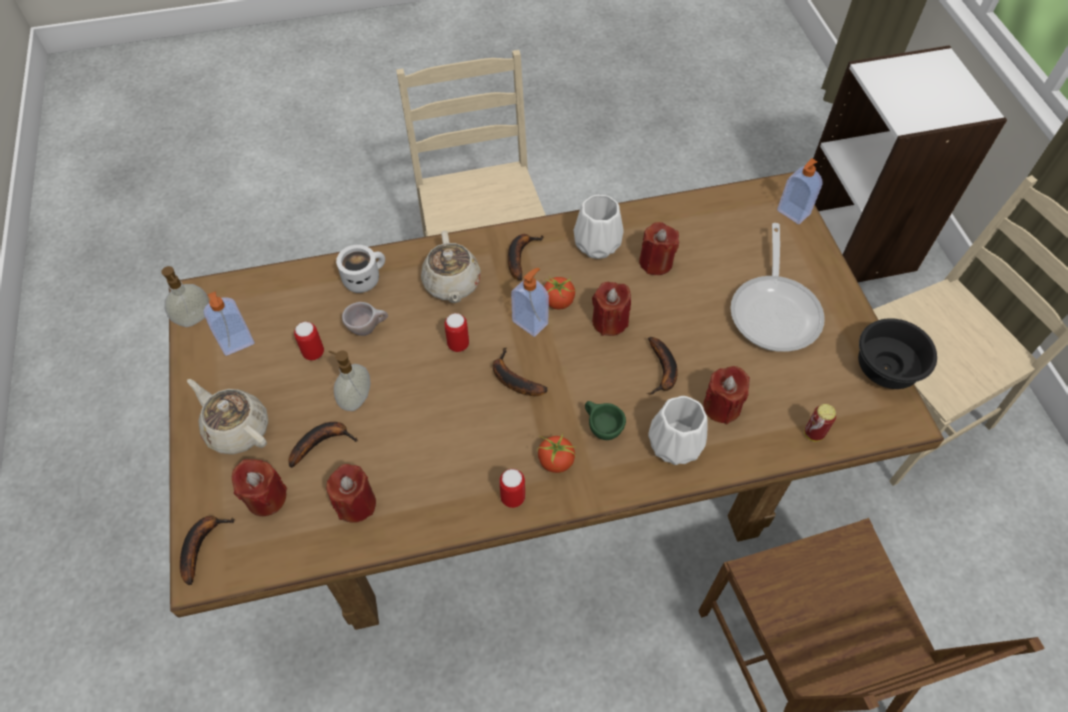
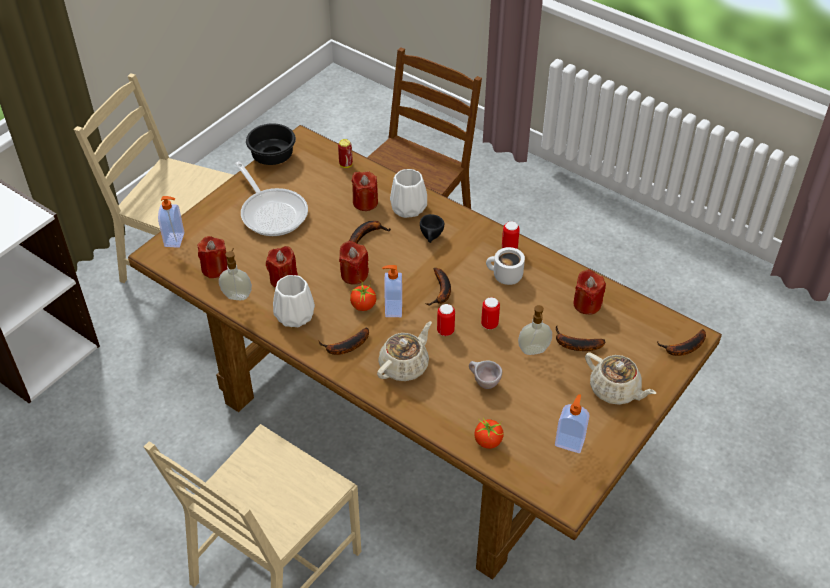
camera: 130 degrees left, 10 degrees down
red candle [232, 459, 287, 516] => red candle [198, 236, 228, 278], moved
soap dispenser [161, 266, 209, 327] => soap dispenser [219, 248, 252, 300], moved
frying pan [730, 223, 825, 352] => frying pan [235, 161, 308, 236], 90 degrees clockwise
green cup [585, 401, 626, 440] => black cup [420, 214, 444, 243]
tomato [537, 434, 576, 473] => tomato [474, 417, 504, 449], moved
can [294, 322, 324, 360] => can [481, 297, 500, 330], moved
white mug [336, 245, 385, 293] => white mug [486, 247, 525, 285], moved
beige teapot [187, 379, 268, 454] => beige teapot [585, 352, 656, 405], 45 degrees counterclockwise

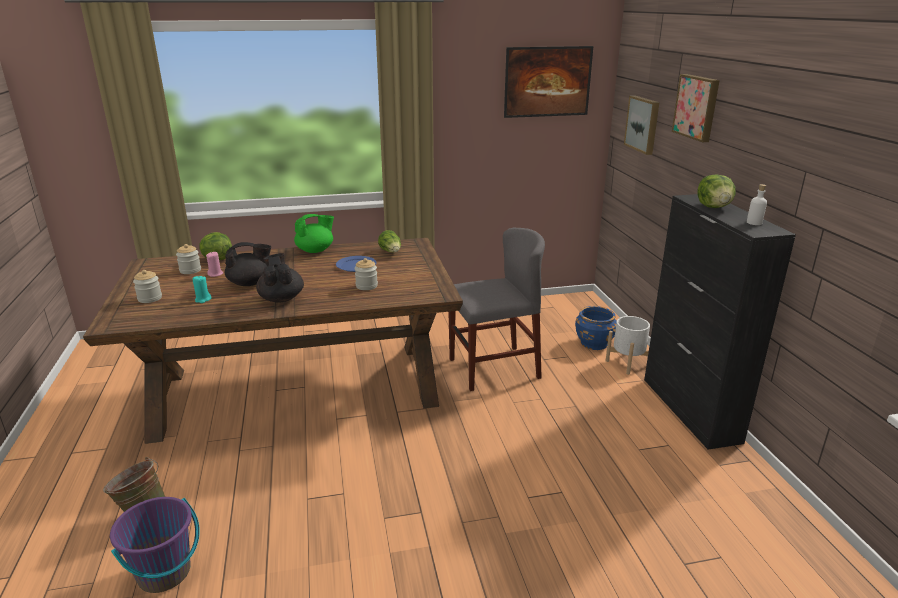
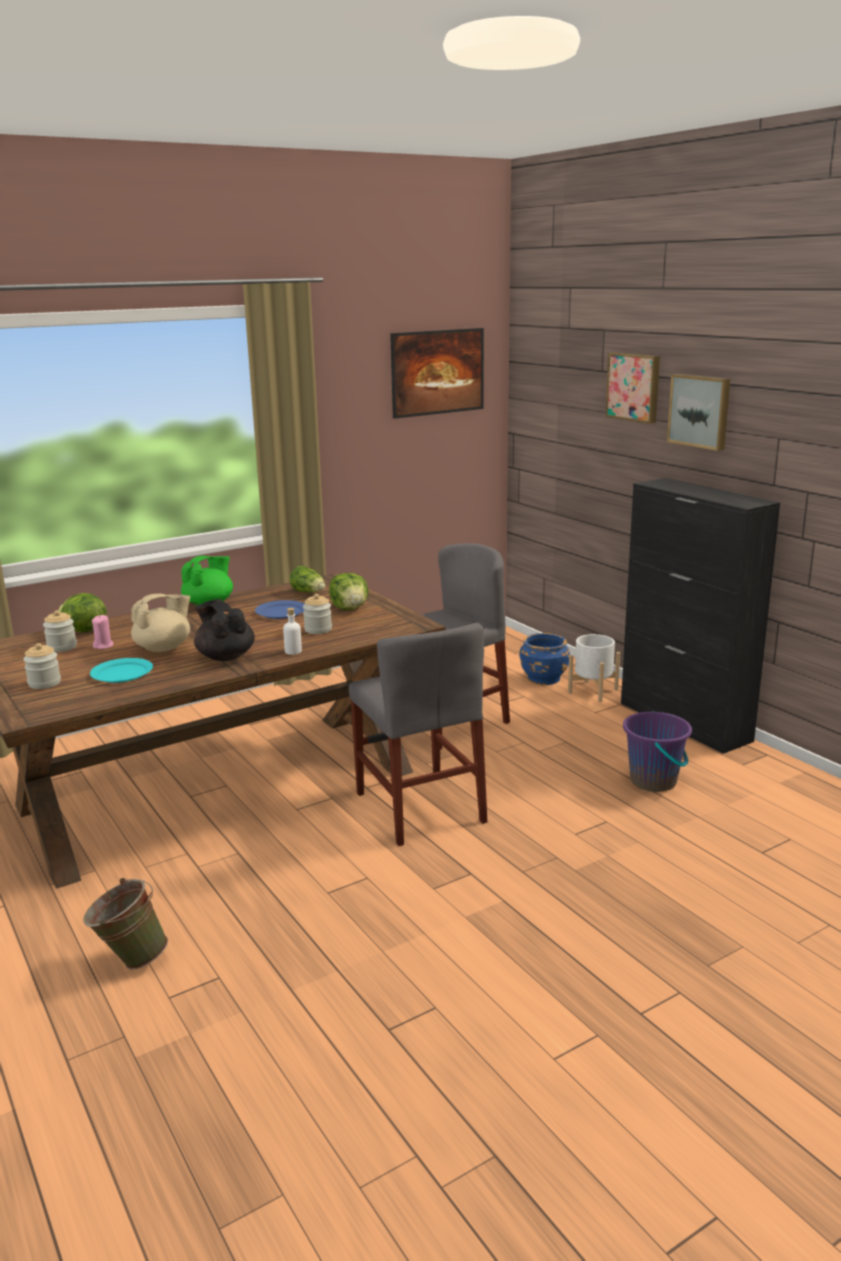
camera: 20 degrees left, 5 degrees down
turquoise candle [192, 275, 211, 303] => turquoise plate [90, 658, 153, 683]
black teapot [225, 242, 271, 286] => beige teapot [131, 594, 190, 652]
white bottle [747, 184, 767, 225] => white bottle [283, 608, 302, 655], moved
lettuce [697, 174, 736, 208] => lettuce [329, 573, 369, 610], moved
nothing => grey chair [349, 623, 487, 846]
purple bucket [110, 497, 200, 593] => purple bucket [623, 711, 692, 792], moved
picture [624, 95, 659, 155] => picture [667, 374, 730, 451], moved

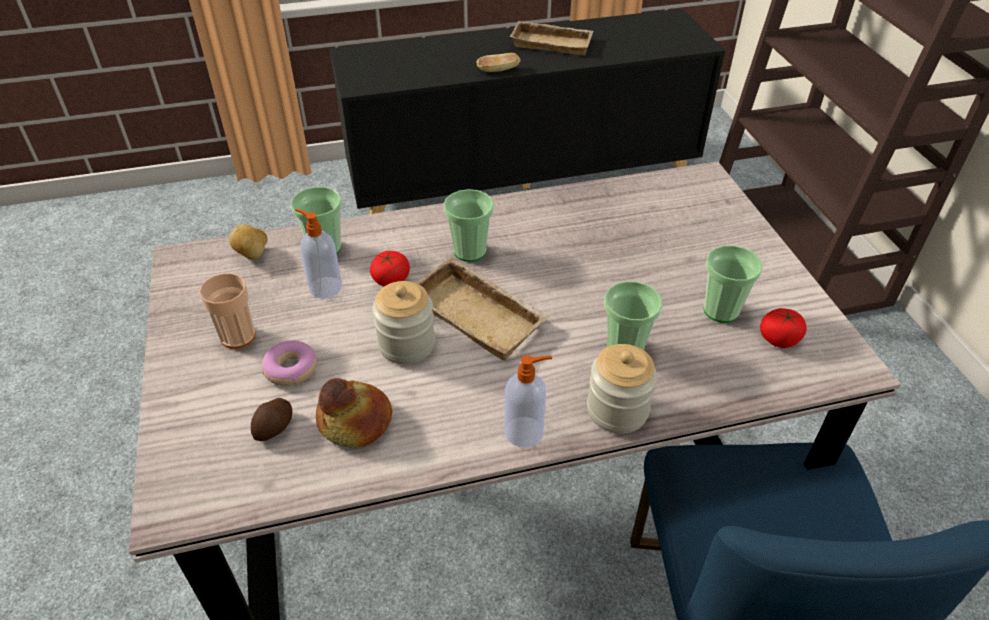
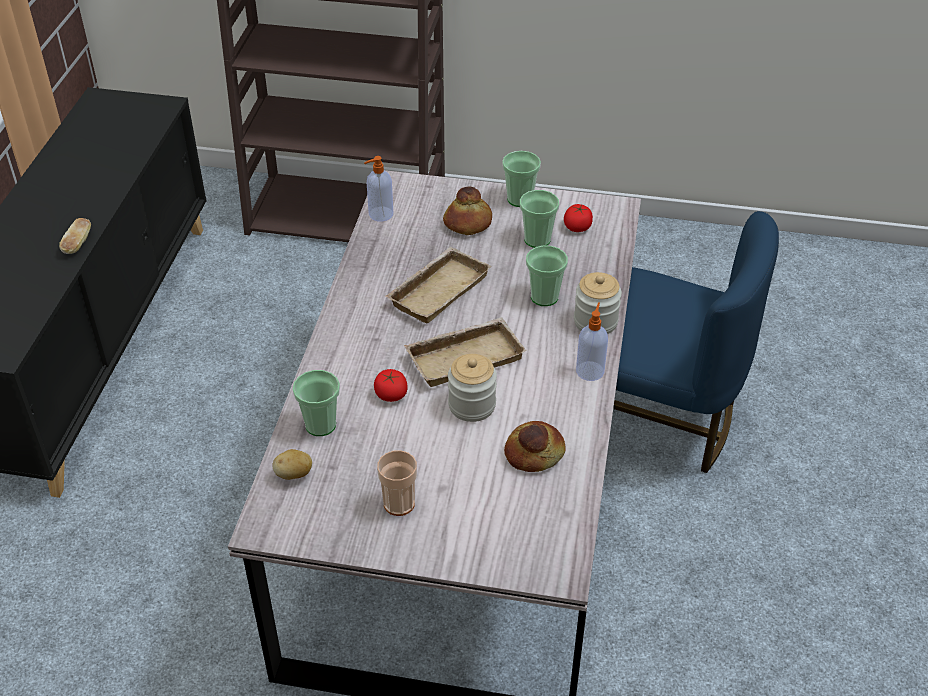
camera: 65 degrees left, 0 degrees up
soap dispenser [295, 209, 342, 298] => soap dispenser [364, 156, 393, 222], moved
beige tray [510, 21, 594, 55] => beige tray [385, 247, 491, 324], moved
nothing => bread [443, 187, 492, 235]
cup [443, 189, 494, 262] => cup [502, 151, 541, 207], moved
potato [251, 398, 292, 441] => nothing
donut [262, 341, 318, 386] => nothing

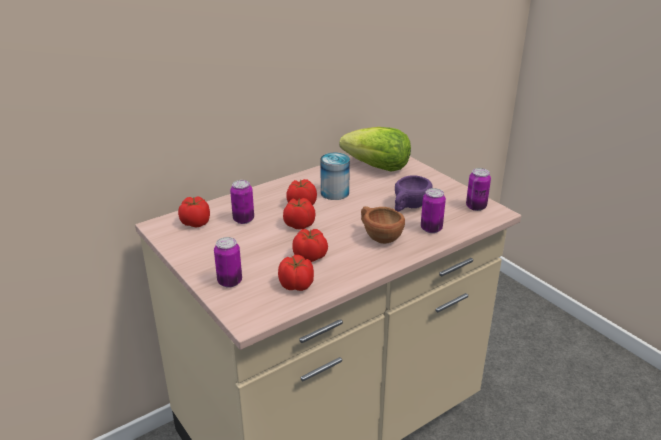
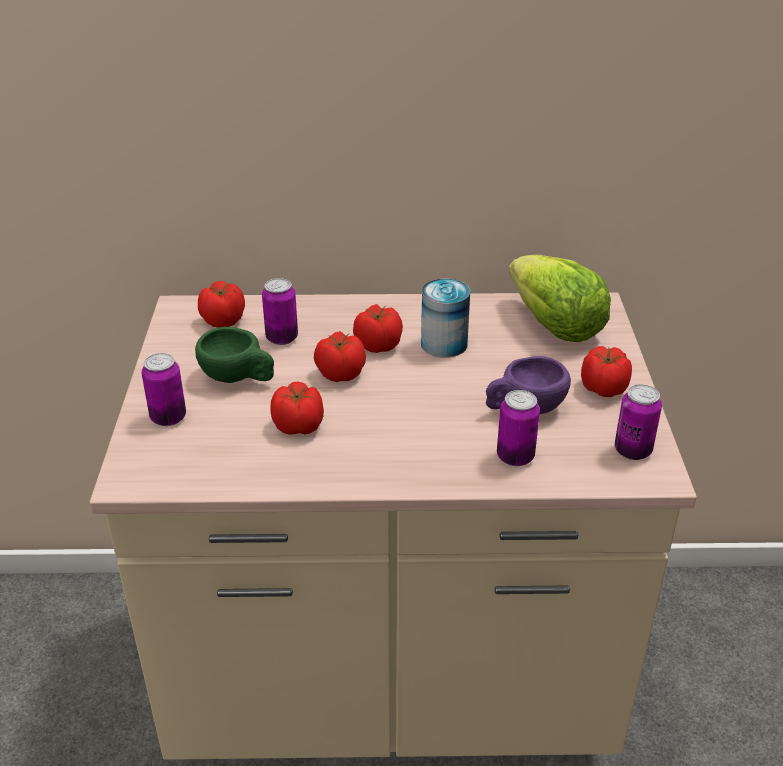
camera: 35 degrees right, 5 degrees up
nothing => green cup [195, 327, 274, 383]
tomato [278, 255, 314, 291] => tomato [581, 346, 632, 397], moved
brown cup [361, 206, 405, 244] => nothing

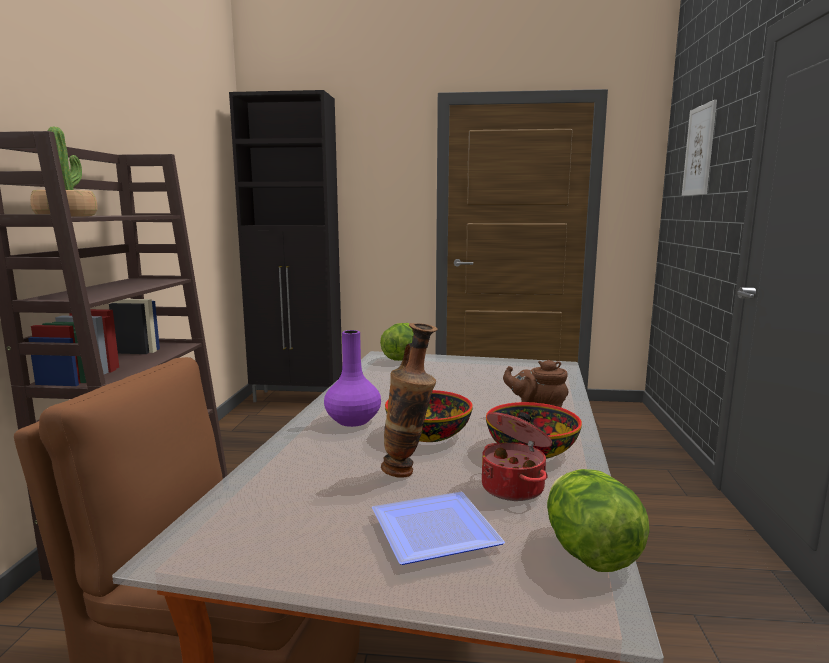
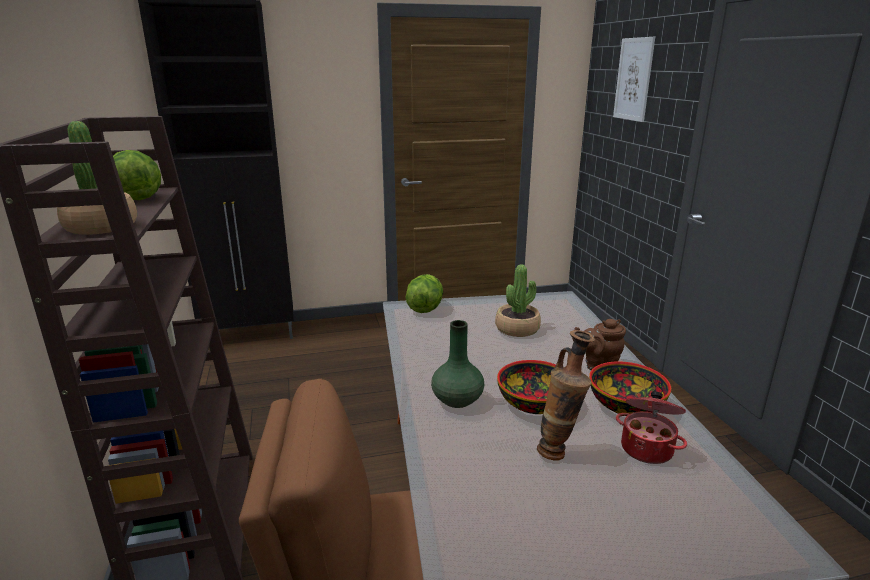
camera: 20 degrees left, 10 degrees up
lettuce [547, 469, 650, 572] => lettuce [113, 150, 161, 200], moved
purple vase [324, 330, 381, 427] => green vase [431, 320, 484, 408]
nothing => potted plant [495, 264, 541, 337]
plate [372, 492, 505, 565] => nothing

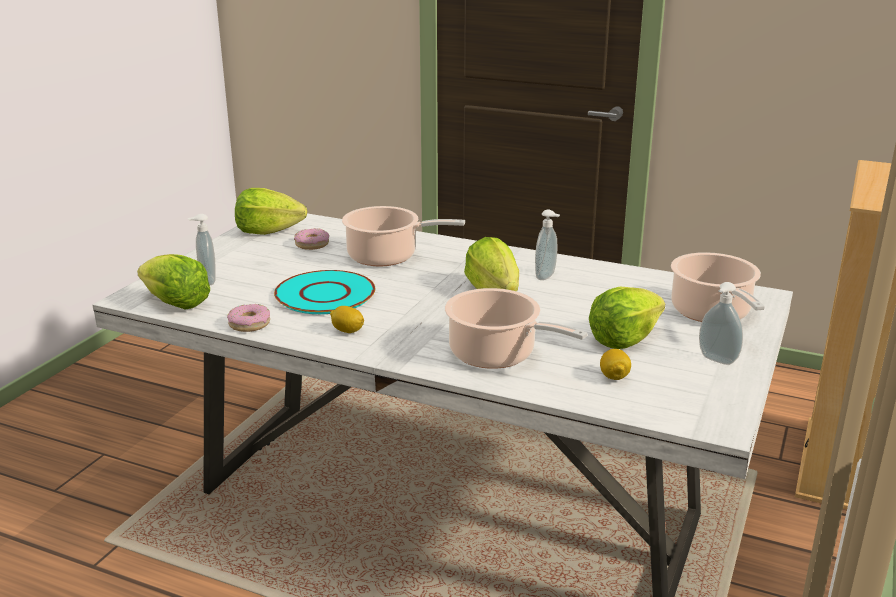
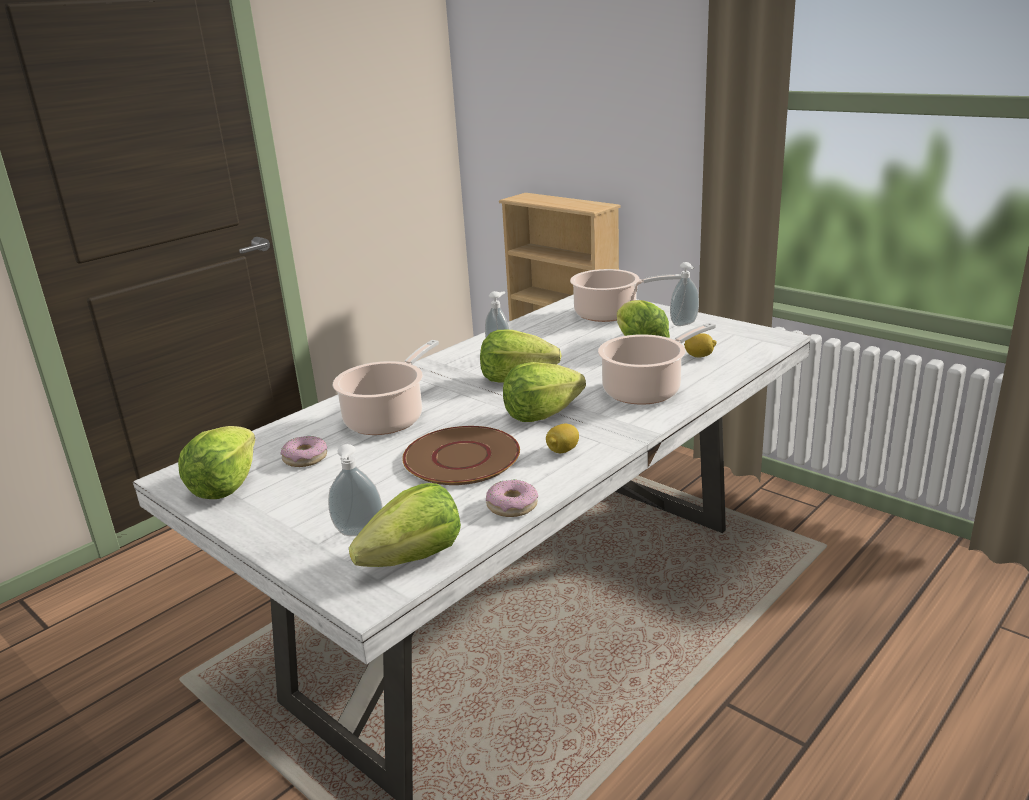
camera: 70 degrees left, 0 degrees up
turquoise plate [274, 270, 375, 314] => brown plate [402, 426, 520, 485]
nothing => lettuce [503, 362, 586, 422]

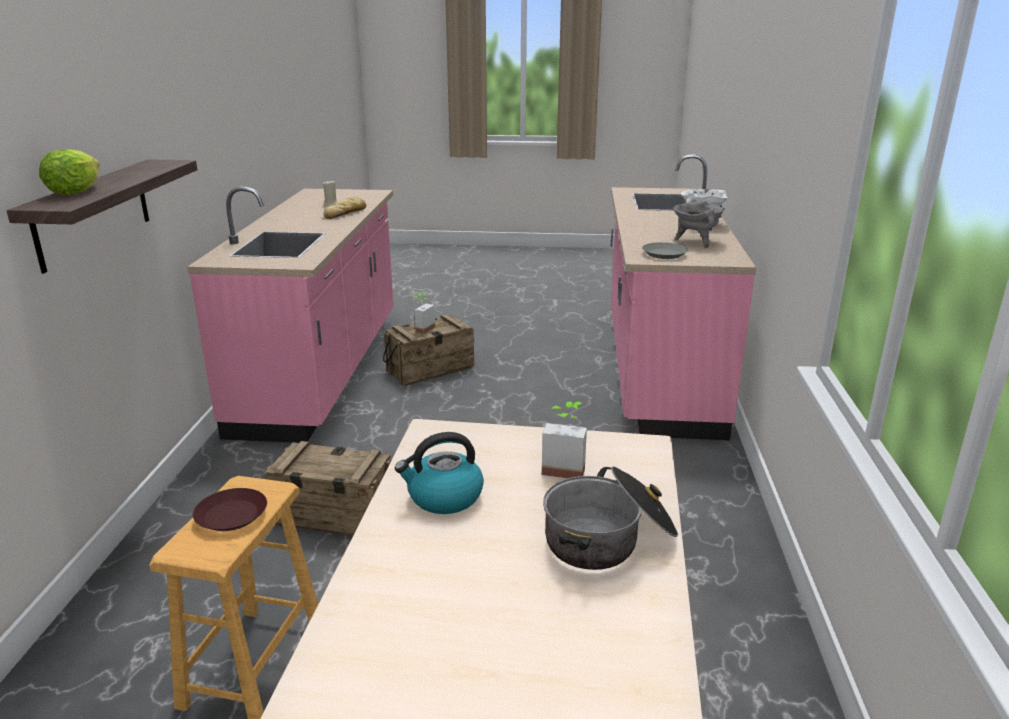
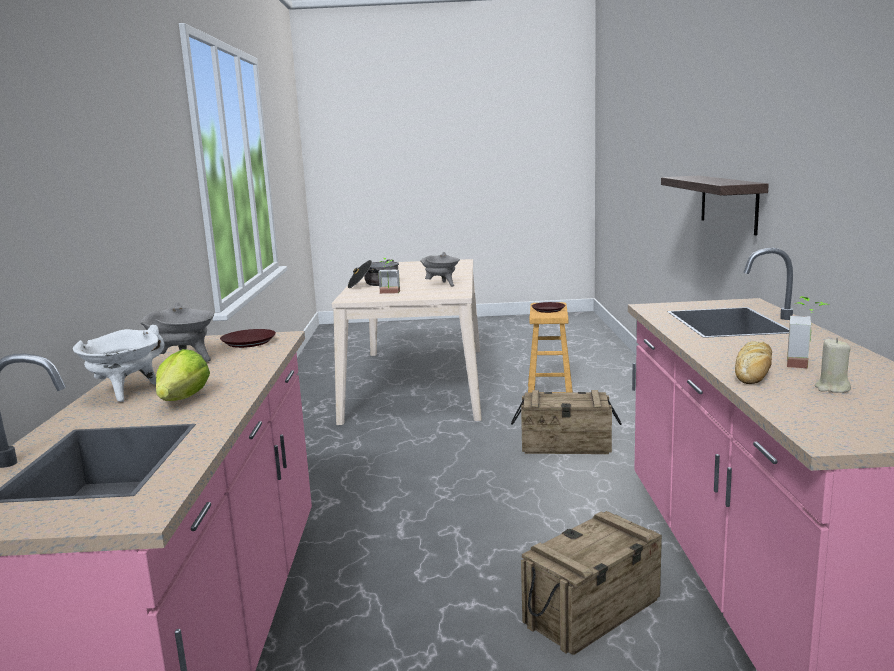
camera: 175 degrees right, 10 degrees down
lettuce [39, 149, 100, 196] => lettuce [156, 349, 210, 401], moved
grey plate [642, 242, 688, 259] => brown plate [220, 329, 276, 348]
kettle [395, 432, 484, 514] => grey cooking pot [421, 252, 460, 287]
potted plant [413, 293, 435, 334] => potted plant [787, 296, 829, 368], moved

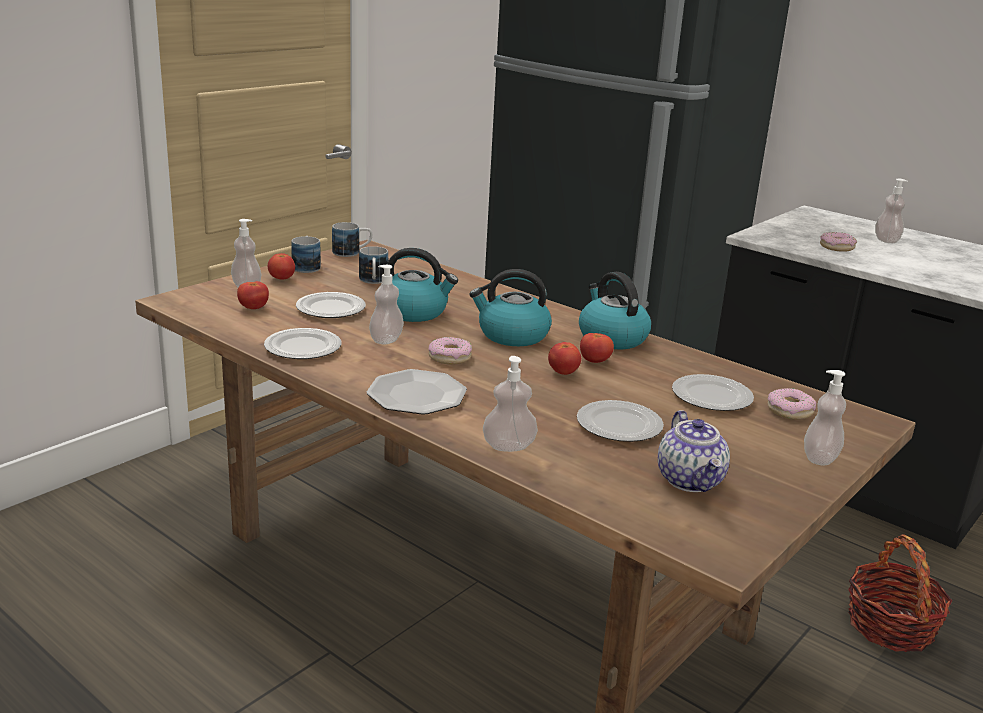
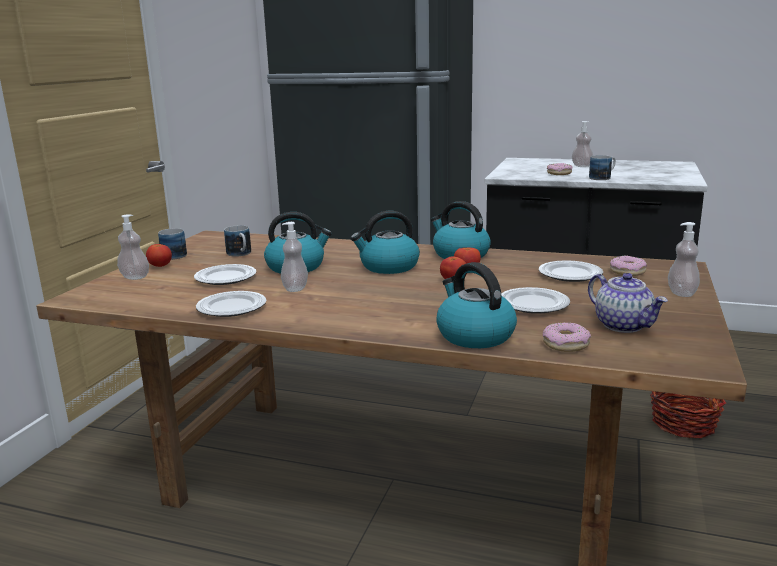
camera: 20 degrees left, 5 degrees down
soap dispenser [483, 356, 538, 452] => kettle [436, 262, 517, 348]
donut [428, 337, 472, 365] => donut [543, 323, 591, 352], moved
mug [332, 222, 372, 257] => mug [589, 155, 616, 180], moved
tomato [237, 281, 269, 309] => nothing
plate [367, 369, 467, 415] => nothing

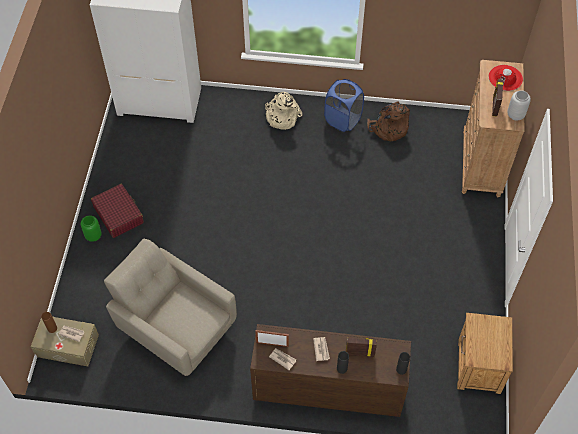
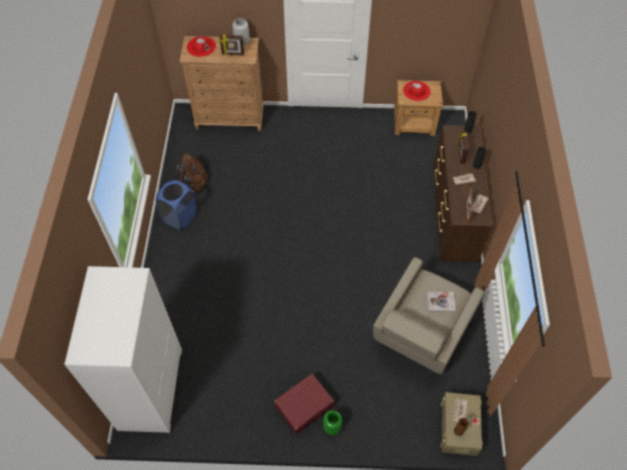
camera: 95 degrees left, 0 degrees up
nothing => red hat [403, 81, 431, 101]
nothing => book [427, 292, 455, 312]
beige backpack [265, 92, 303, 130] => nothing

